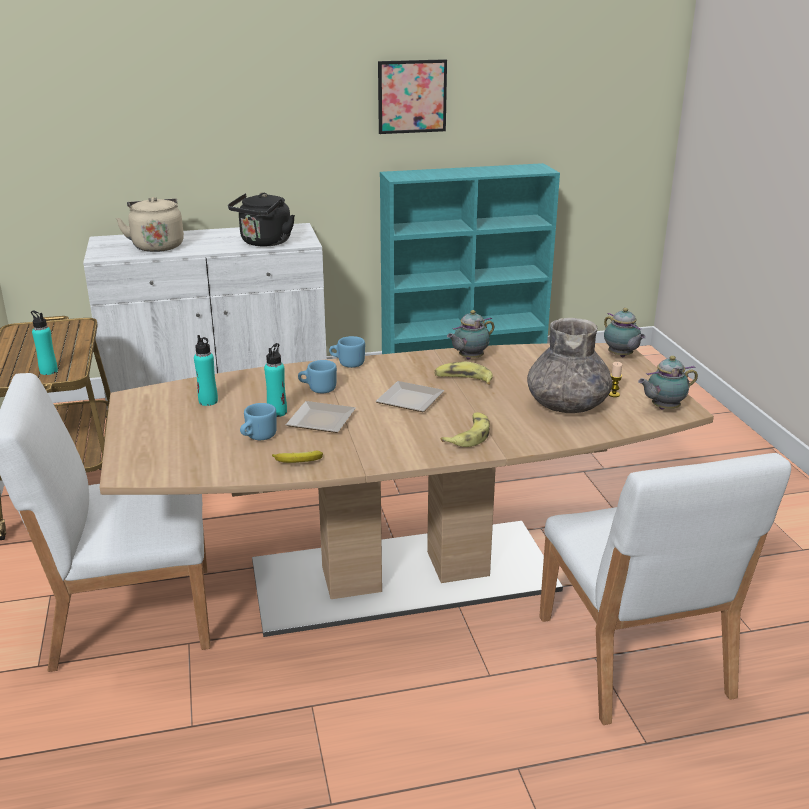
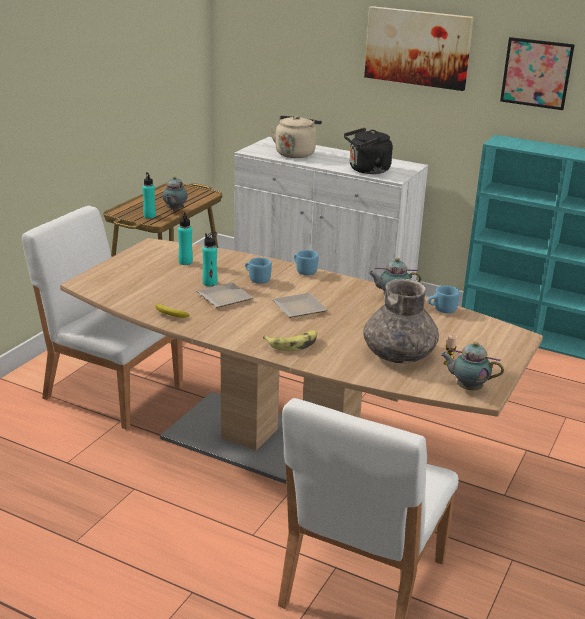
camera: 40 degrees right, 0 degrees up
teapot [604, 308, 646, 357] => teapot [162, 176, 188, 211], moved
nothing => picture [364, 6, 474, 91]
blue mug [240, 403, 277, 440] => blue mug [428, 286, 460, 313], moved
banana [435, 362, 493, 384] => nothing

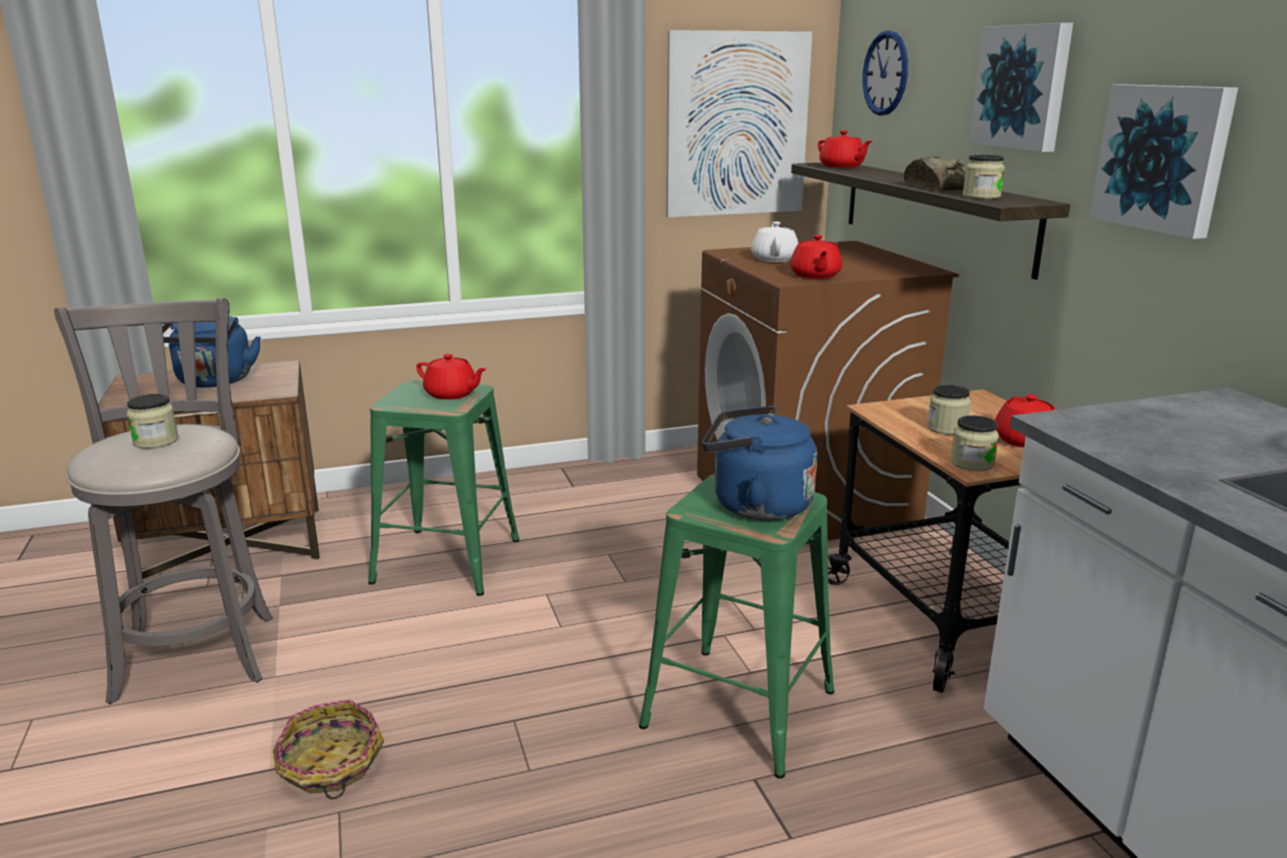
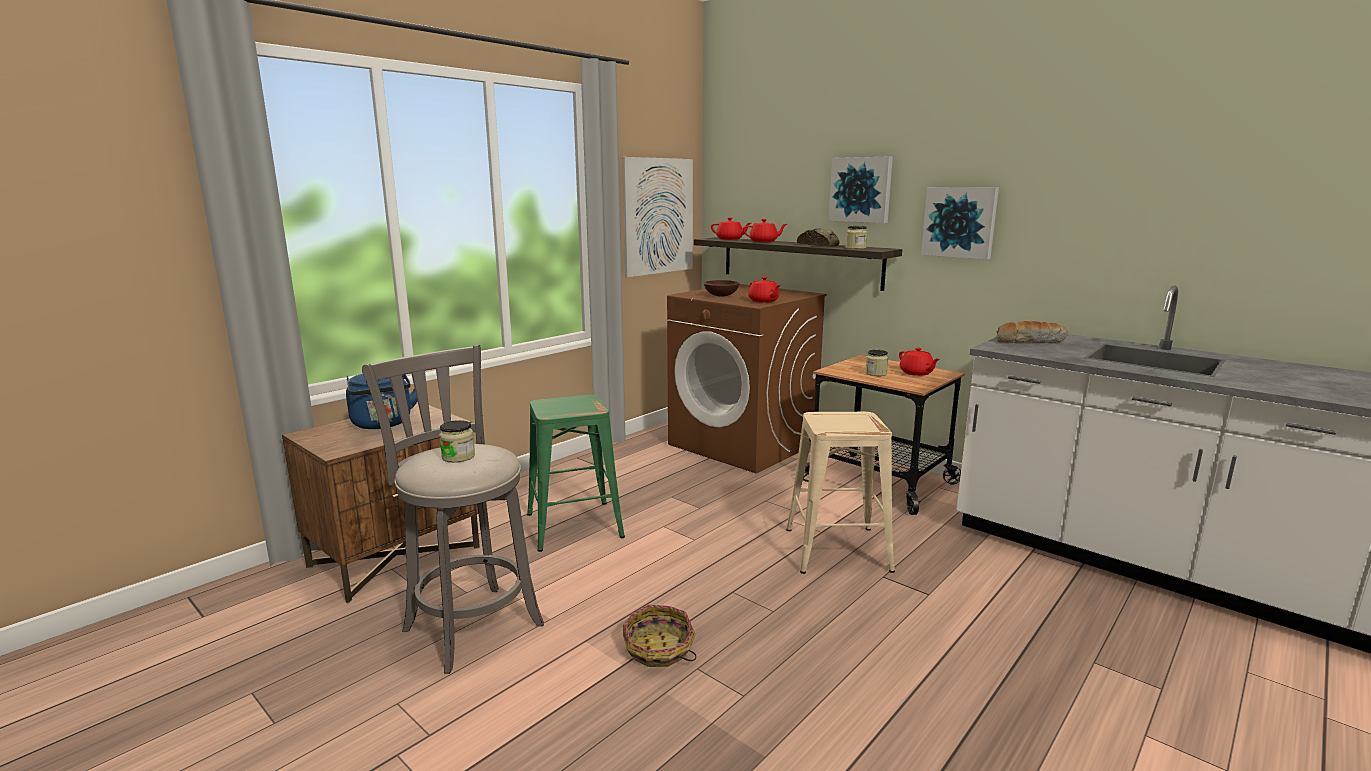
camera: 30 degrees left, 5 degrees down
white teapot [751, 222, 798, 262] => brown bowl [704, 280, 740, 297]
red teapot [416, 354, 486, 400] => red teapot [743, 219, 787, 242], moved
green stool [639, 474, 834, 779] => beige stool [786, 412, 895, 574]
nothing => bread [996, 321, 1068, 343]
blue kettle [702, 406, 817, 521] => nothing
wall clock [863, 31, 908, 116] => nothing
jar [950, 415, 999, 471] => nothing

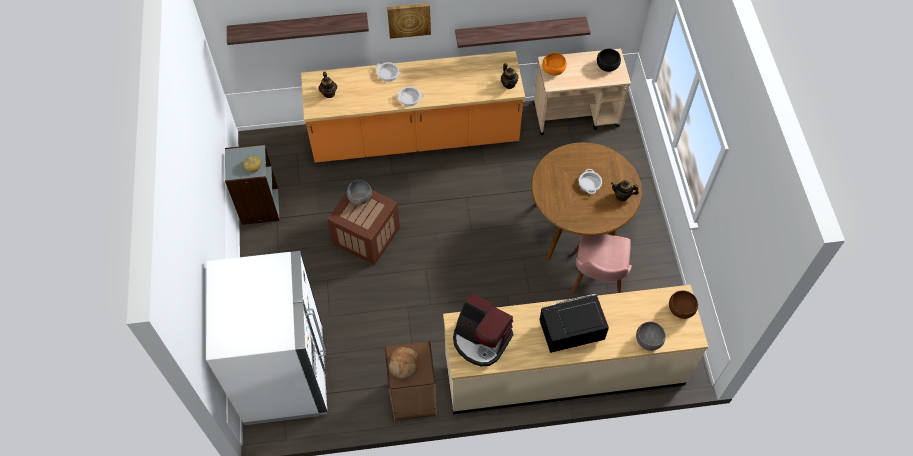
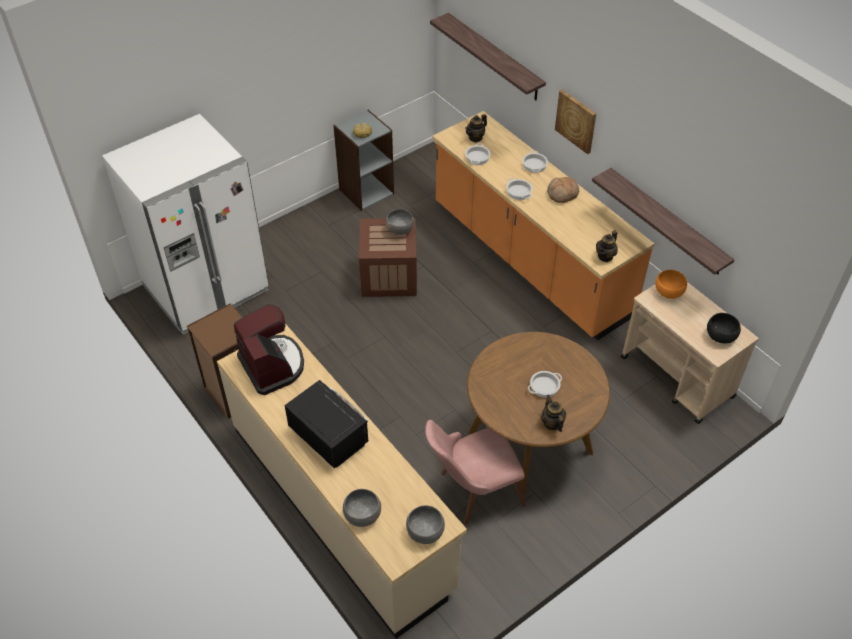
camera: 60 degrees right, 10 degrees down
coffee machine [453, 293, 513, 366] => coffee machine [234, 304, 304, 395], 150 degrees clockwise
brown bowl [669, 290, 698, 319] => grey bowl [406, 505, 445, 544]
nothing => cooking pot [465, 143, 491, 165]
bread [389, 347, 418, 379] => bread [547, 177, 579, 203], moved

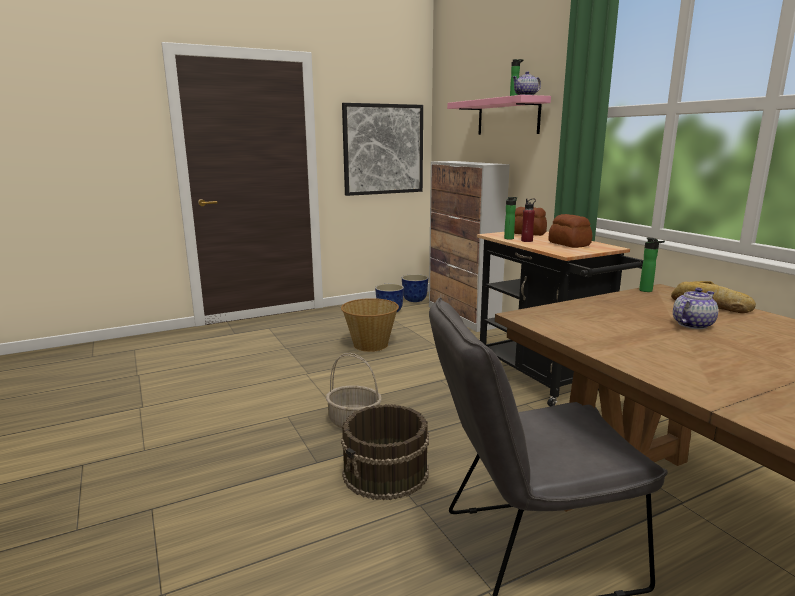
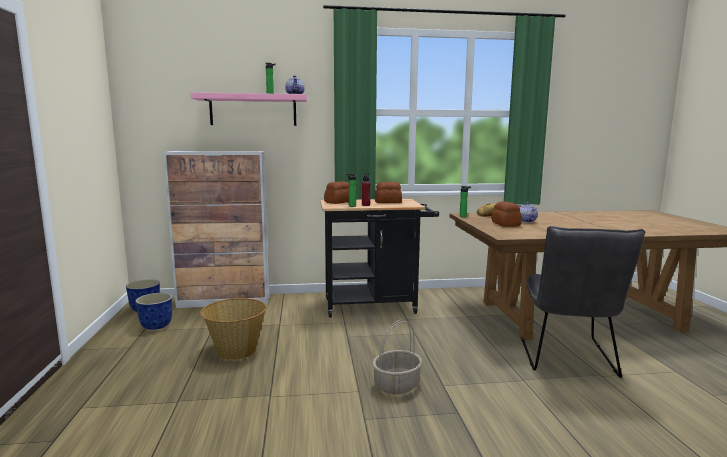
camera: 70 degrees left, 5 degrees down
nothing => bread [491, 201, 522, 227]
brown bucket [341, 404, 429, 500] => nothing
picture [342, 103, 423, 196] => nothing

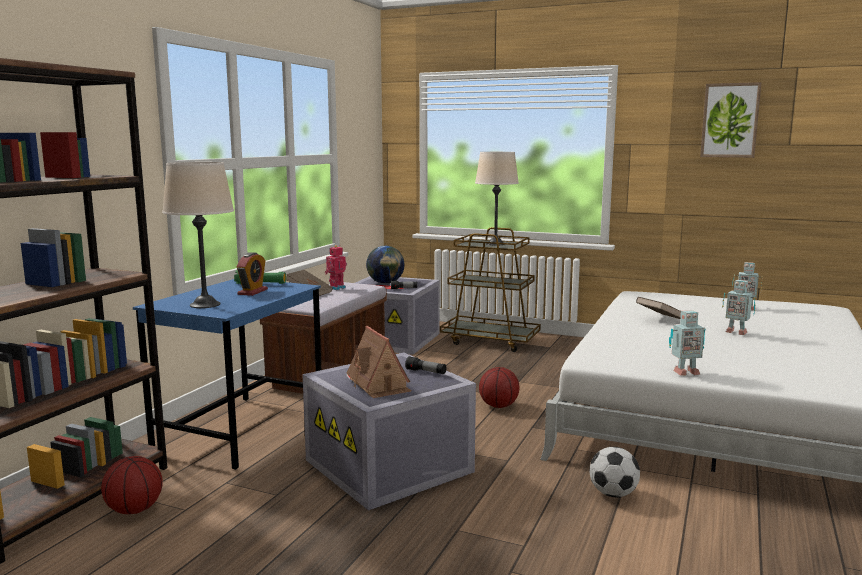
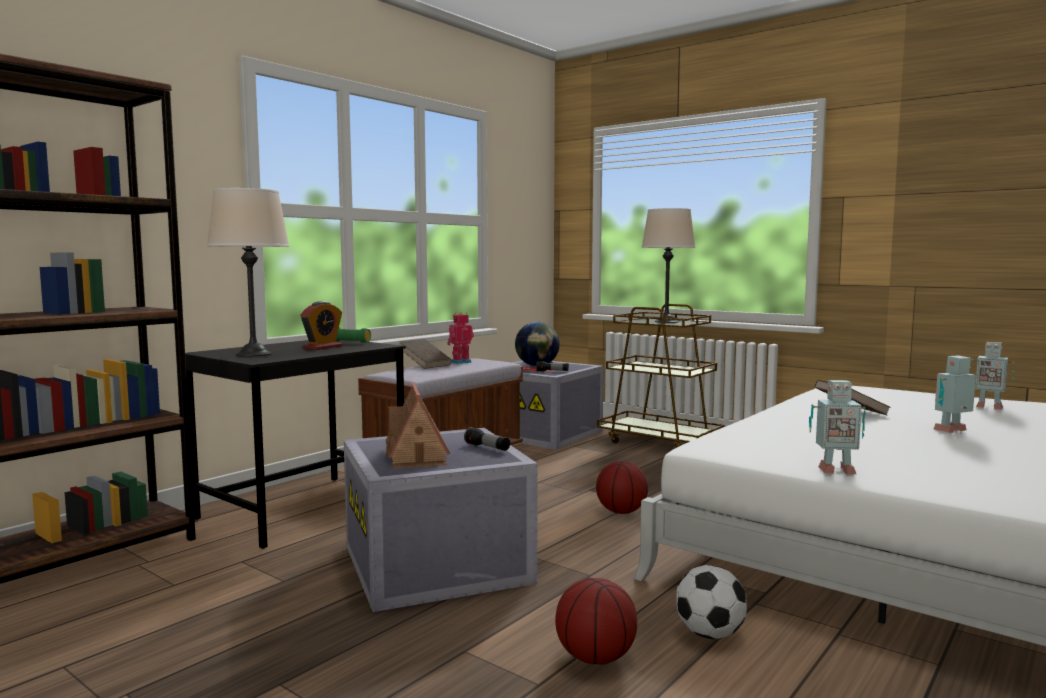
camera: 15 degrees right, 5 degrees down
blue desk [133, 279, 321, 470] => black desk [185, 340, 406, 549]
basketball [101, 456, 163, 514] => basketball [555, 578, 637, 665], moved
toy robot [722, 280, 755, 335] => toy robot [934, 355, 976, 433], 105 degrees clockwise
picture [700, 82, 762, 158] => nothing

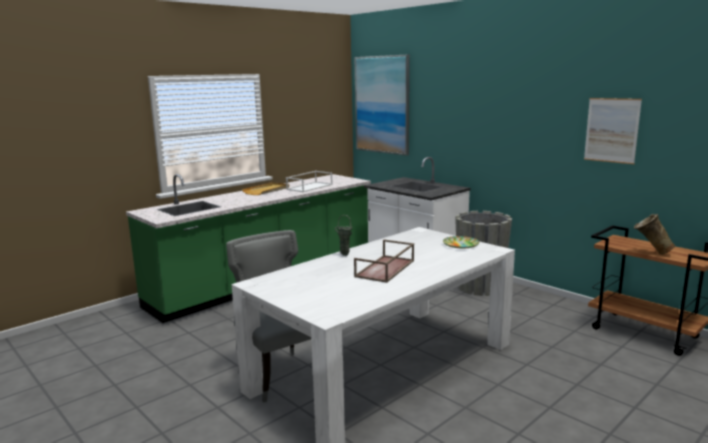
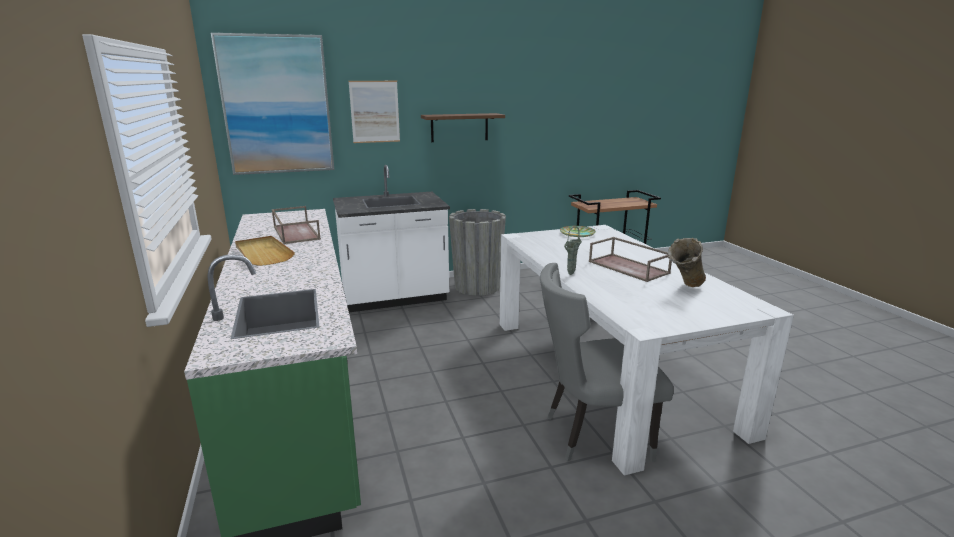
camera: 65 degrees left, 5 degrees up
white tray [286, 171, 333, 192] => brown tray [272, 206, 321, 244]
picture [584, 98, 642, 164] => picture [349, 81, 400, 143], moved
nothing => brown shelf [421, 113, 505, 142]
beige vase [634, 214, 675, 255] => beige vase [668, 238, 706, 287], moved

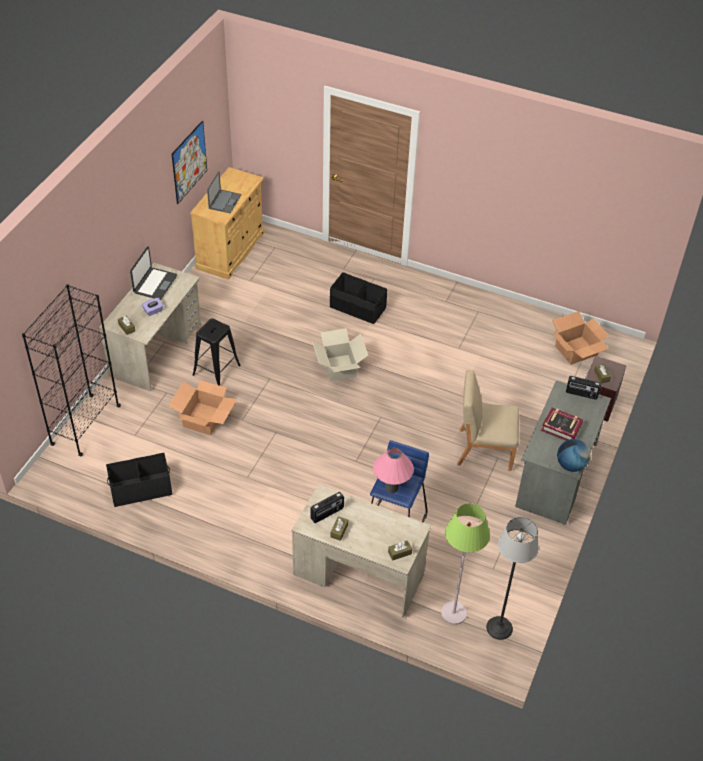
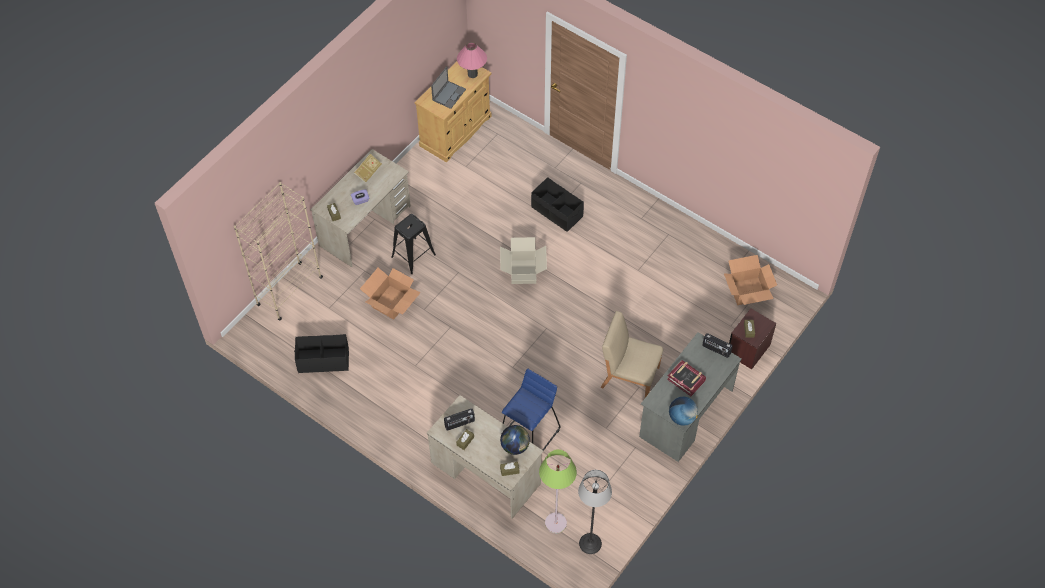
camera: 15 degrees right, 10 degrees up
black bookcase [22, 284, 121, 457] => beige bookcase [234, 182, 323, 321]
laptop [130, 246, 177, 300] => book [354, 154, 382, 183]
pink table lamp [373, 448, 414, 493] => pink table lamp [457, 42, 487, 78], moved
nothing => globe [500, 425, 530, 455]
picture [172, 121, 207, 204] => nothing

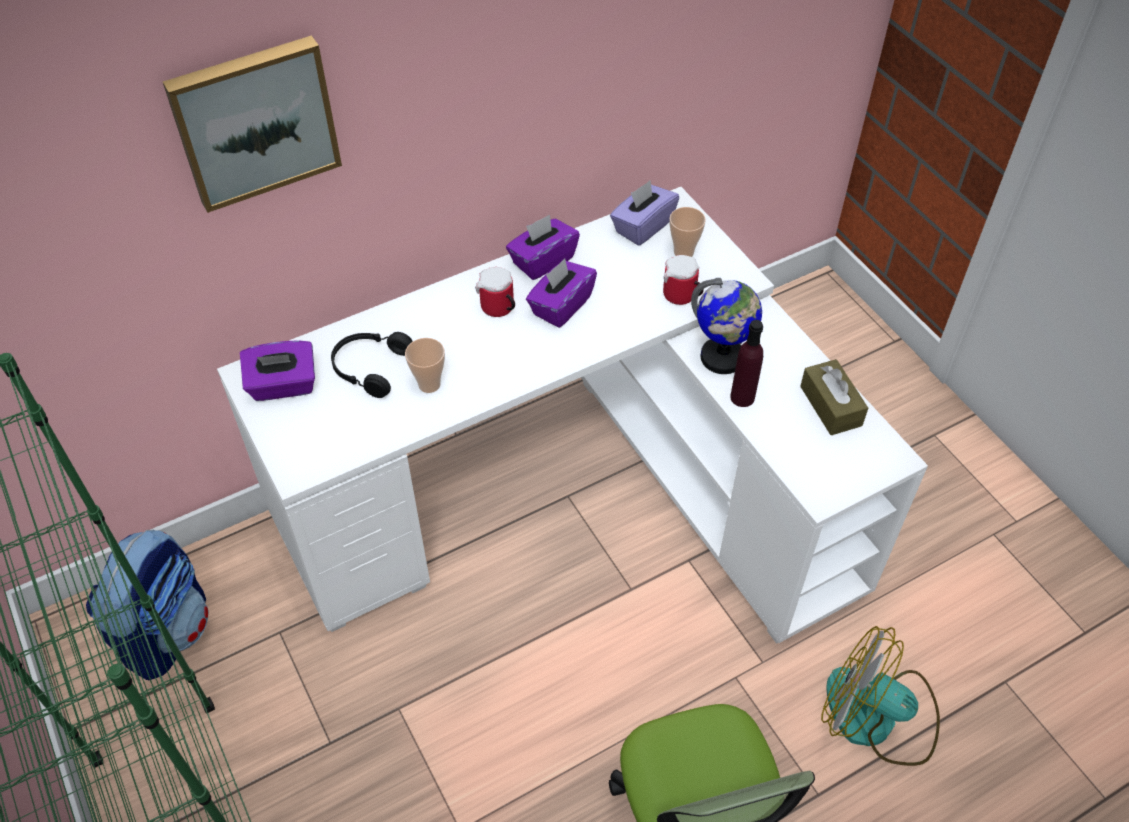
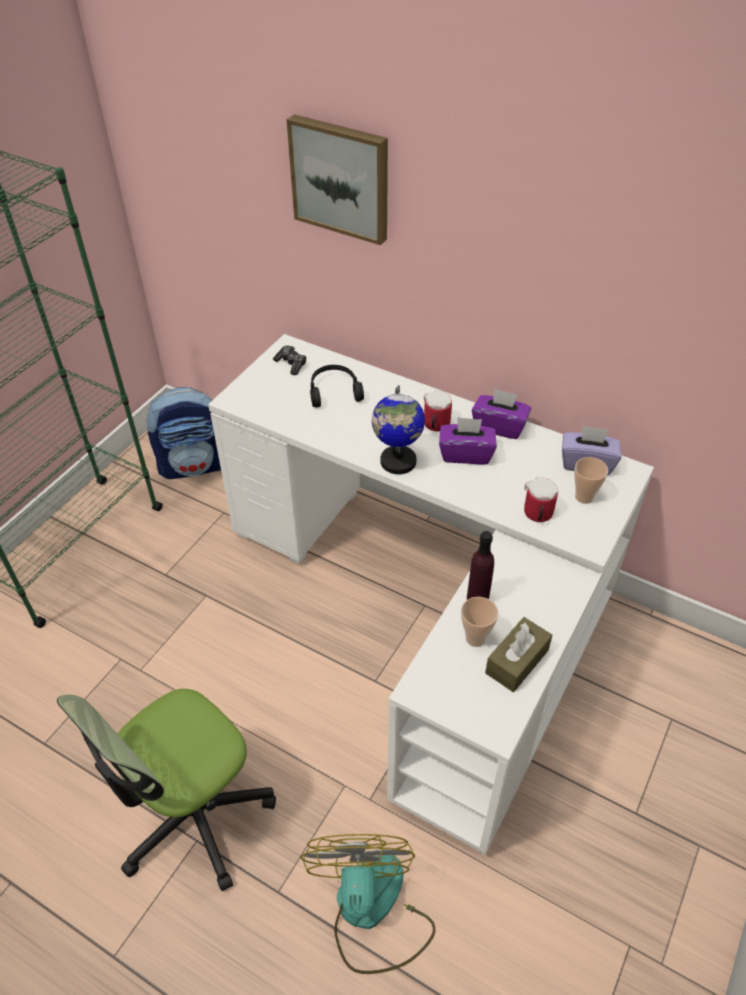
camera: 60 degrees right, 5 degrees down
purple tissue box [240, 340, 315, 401] => game controller [273, 346, 306, 375]
globe [691, 278, 762, 374] => globe [372, 385, 425, 474], moved
cup [405, 338, 445, 393] => cup [461, 597, 498, 647], moved

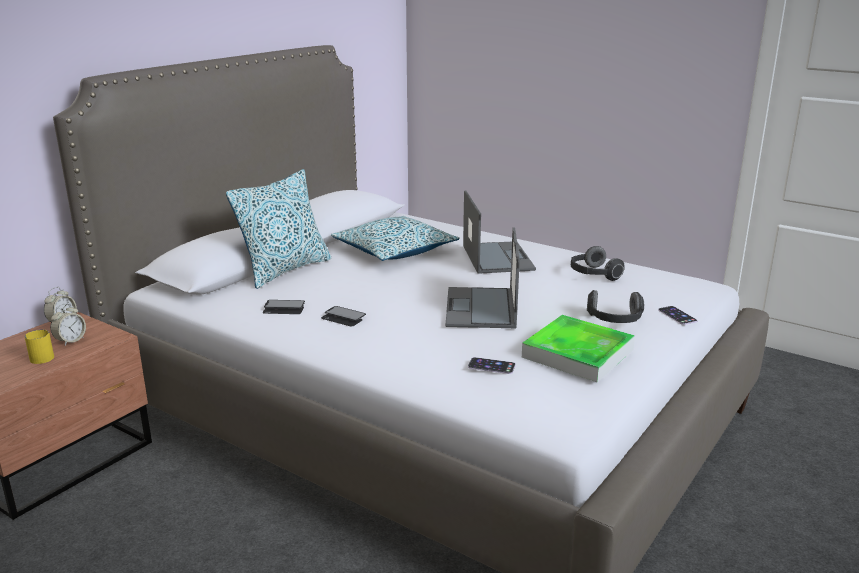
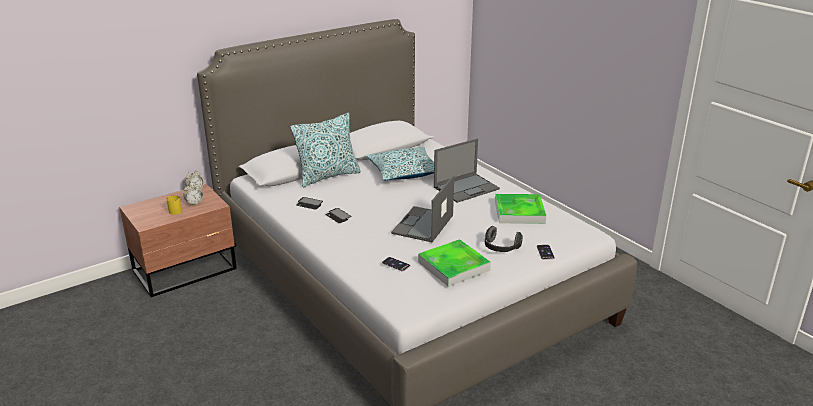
camera: 20 degrees right, 5 degrees up
laptop [463, 191, 536, 274] => laptop [434, 138, 500, 203], 45 degrees clockwise
headphones [571, 246, 625, 281] => tray [495, 194, 546, 224]

